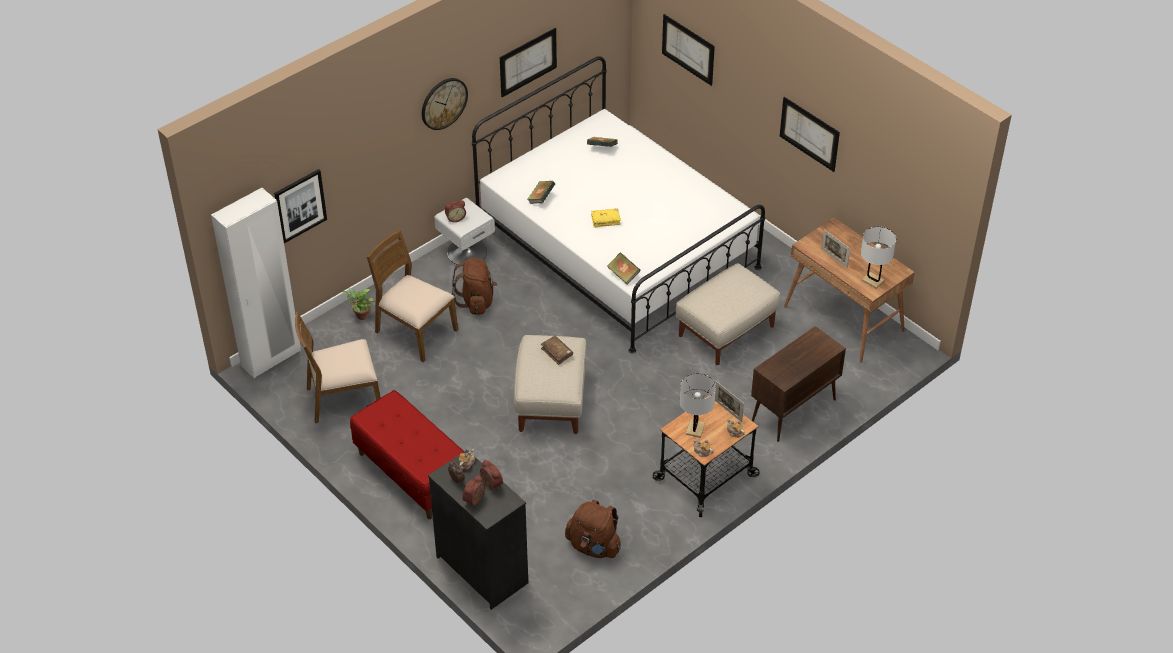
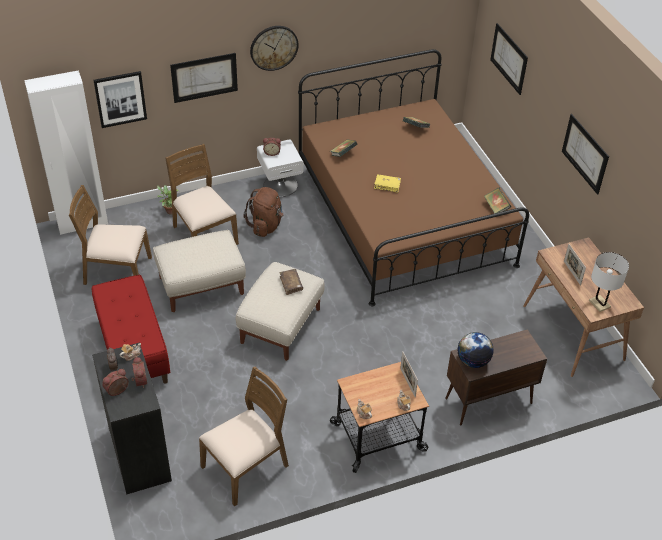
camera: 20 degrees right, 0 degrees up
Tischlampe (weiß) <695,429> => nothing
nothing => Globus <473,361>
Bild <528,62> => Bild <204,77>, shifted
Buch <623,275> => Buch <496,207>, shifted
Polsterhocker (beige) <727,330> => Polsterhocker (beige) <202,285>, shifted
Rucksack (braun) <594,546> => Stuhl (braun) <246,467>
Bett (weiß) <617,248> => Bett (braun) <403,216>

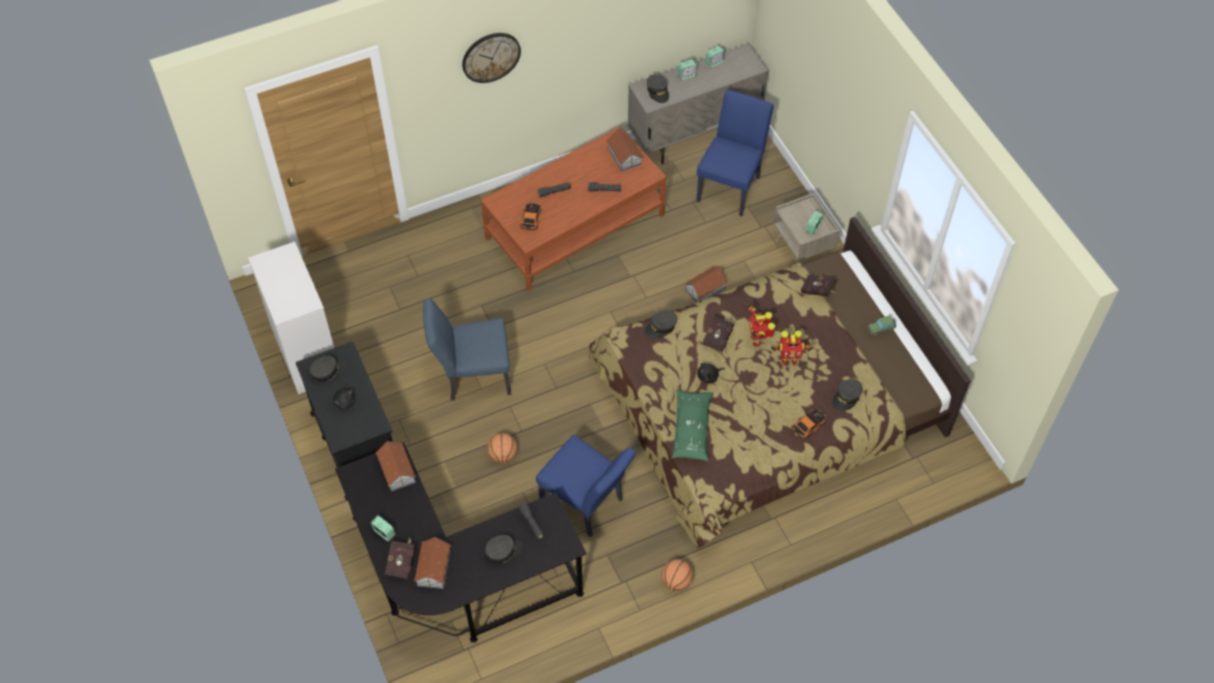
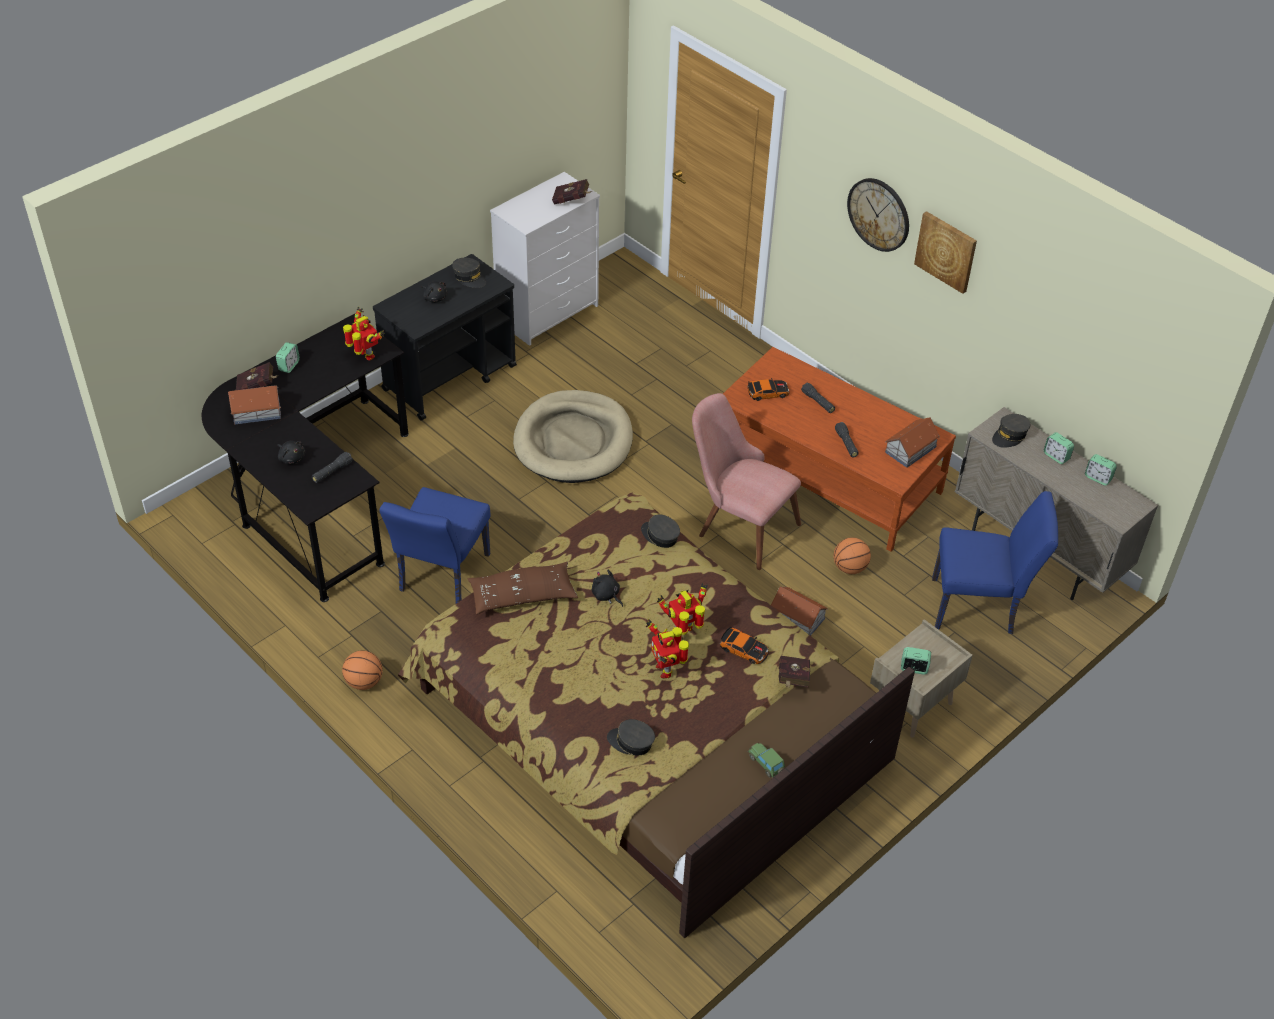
camera: 70 degrees right, 10 degrees down
nothing => Stuhl (rosa) <738,525>
nothing => Bild <946,251>
Basketball <503,455> => Basketball <849,568>, shifted
Buch (rot) <718,338> => Buch (rot) <572,200>, shifted
Spielzeugauto <808,425> => Spielzeugauto <744,649>, shifted
Spielzeughaus <397,471> => Spielzeugroboter <366,356>
Stuhl (blau) <472,376> => Hundebett (beige) <573,441>
Kappe (grau) <503,551> => Plüschtier (schwarz) <291,458>
Kissen (grün) <692,429> => Kissen (braun) <522,596>

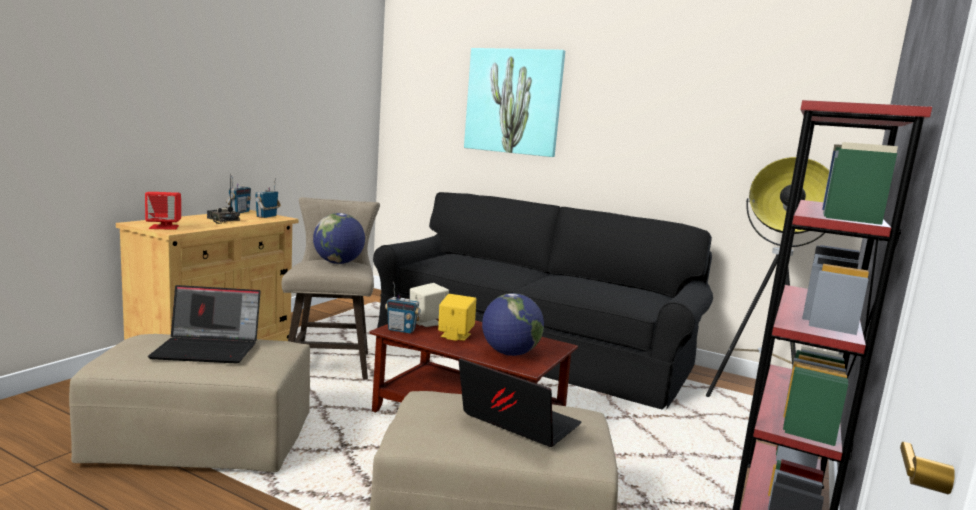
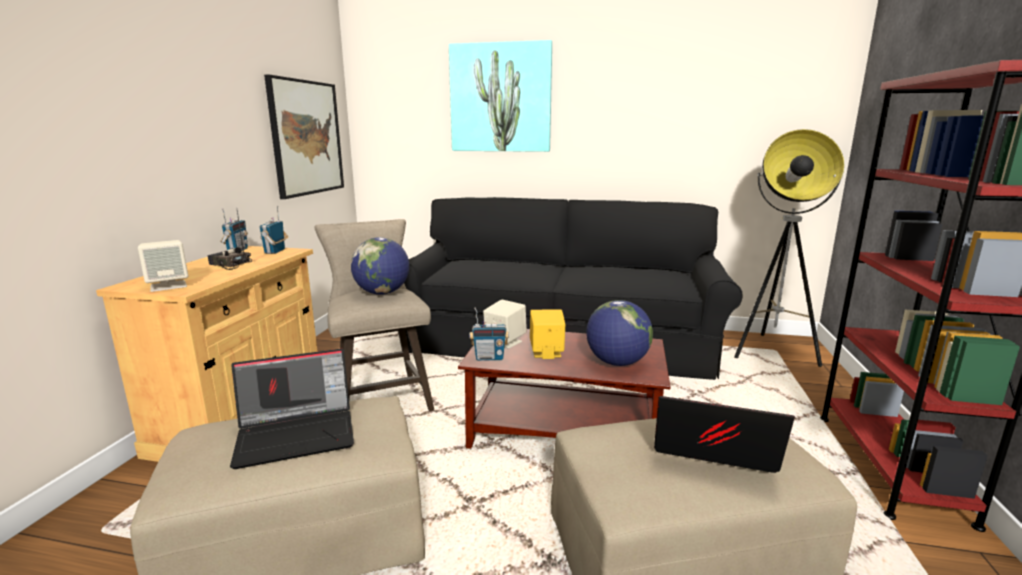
camera: 15 degrees left, 5 degrees up
nothing => Bild <306,138>
Lautsprecher (rot) <164,227> => Lautsprecher (beige) <169,286>

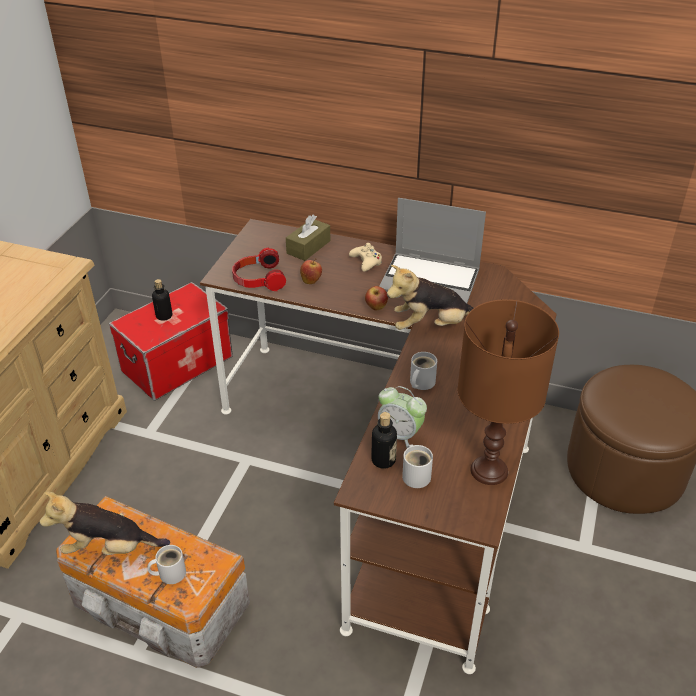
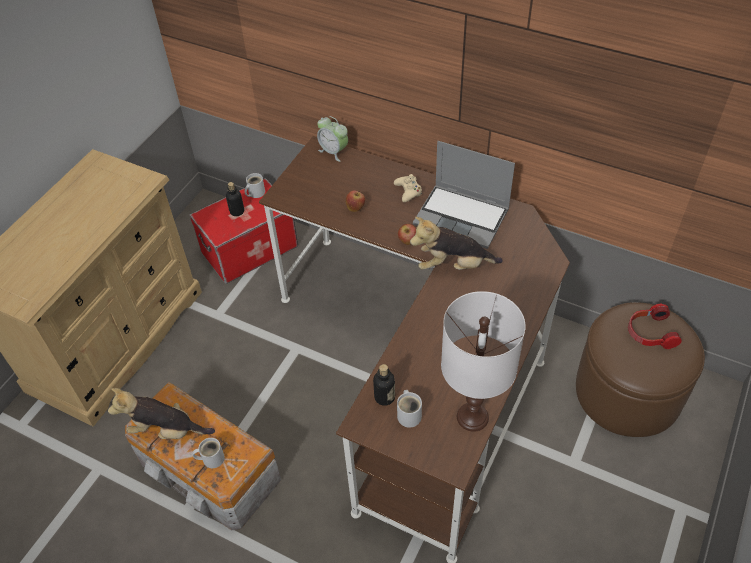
camera: 10 degrees right, 10 degrees up
Taschentuchbox (braun) <308,247> => nothing
Kopfhörer <258,279> => Kopfhörer <649,333>, shifted
Wecker <400,435> => Wecker <333,151>, shifted
Henkelbecher (weiß) <420,382> => Henkelbecher (weiß) <255,193>, shifted
Tischlampe (braun) <488,470> => Tischlampe (weiß) <472,416>

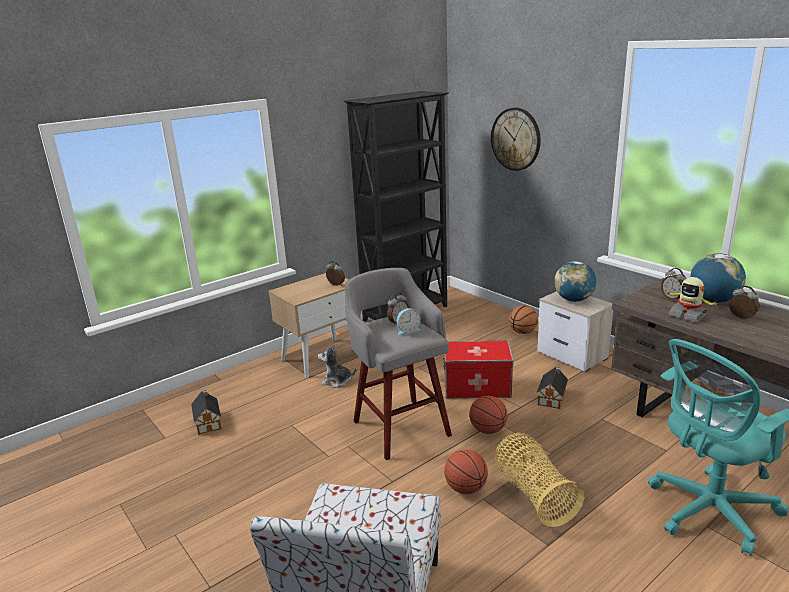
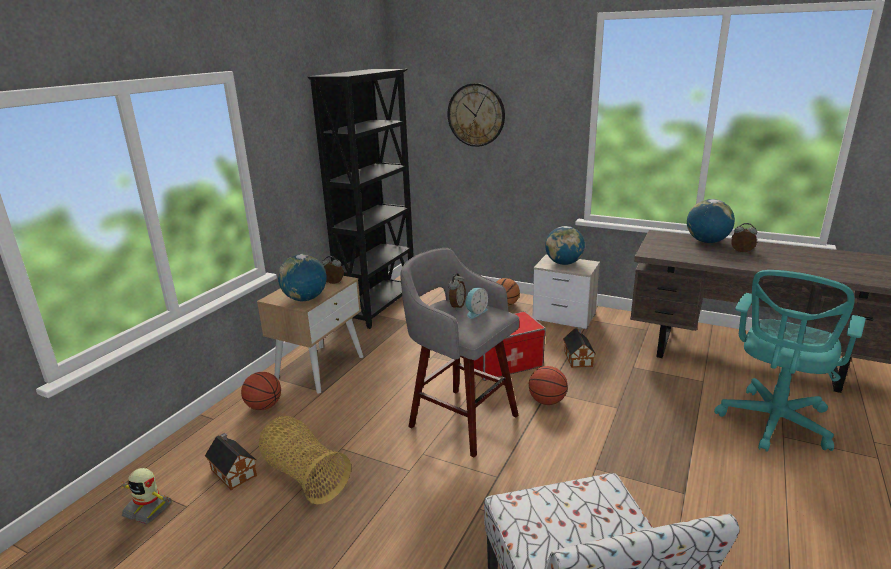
camera: 25 degrees left, 0 degrees up
Plüschtier <337,381> => nothing
Wecker <672,298> => nothing
nothing => Globus <305,299>
Basketball <465,488> => Basketball <264,406>, shifted
Korb <534,494> => Korb <304,475>, shifted
Spielzeugroboter <688,315> => Spielzeugroboter <148,509>, shifted

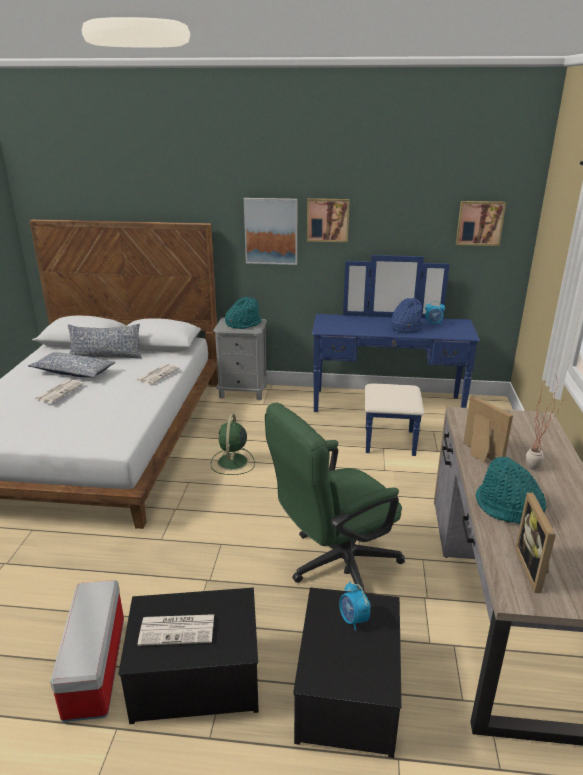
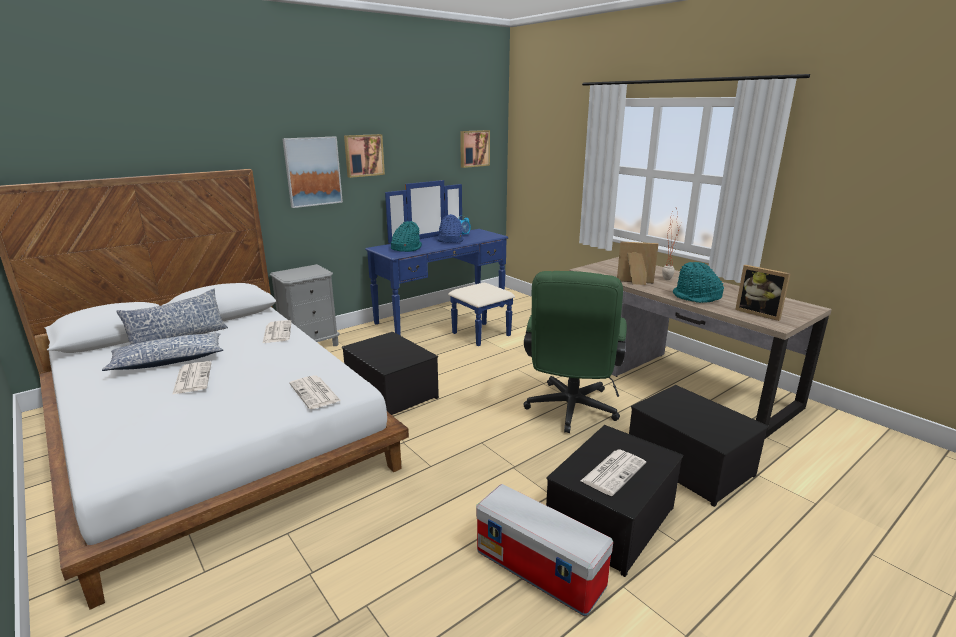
camera: 45 degrees left, 5 degrees down
Wecker <353,620> => nothing
nothing => Zeitung <315,393>
Hut (türkis) <243,324> => Hut (türkis) <406,248>, shifted
Ventilator (grün) <232,462> => Aufbewahrungsbox <393,392>

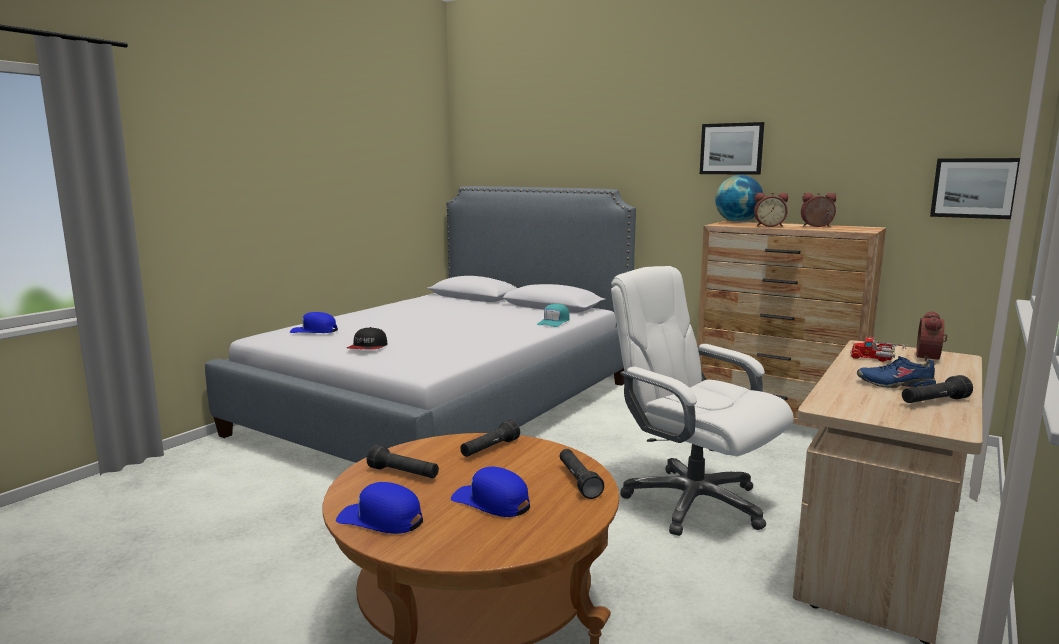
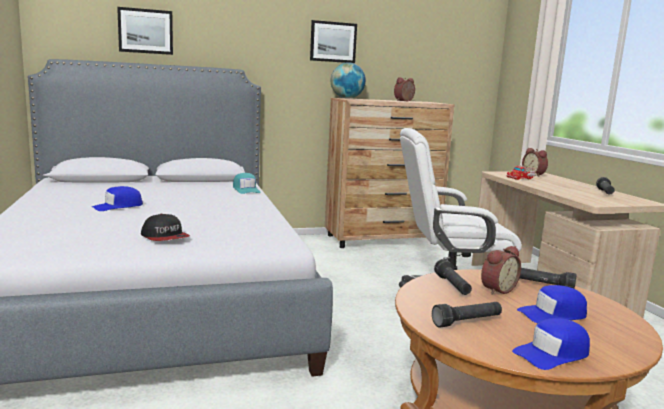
camera: 50 degrees left, 0 degrees up
Schuh (blau) <895,384> => nothing
Kappe (blau) <314,331> => Kappe (blau) <118,206>, shifted
Wecker <769,226> => Wecker <496,289>, shifted
Bild <975,188> => Bild <145,31>, shifted

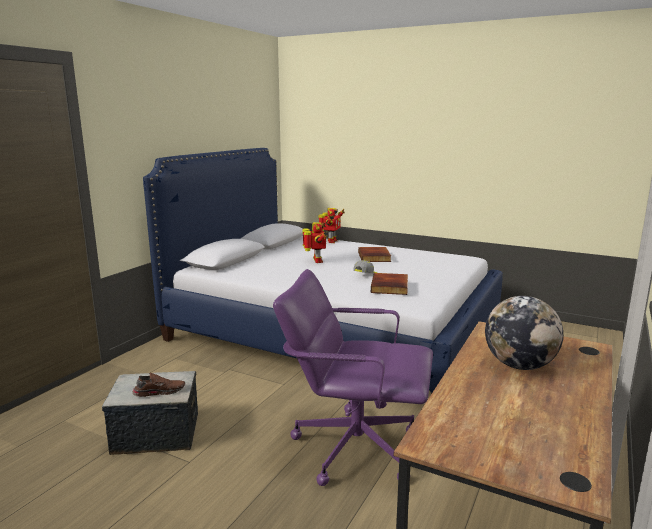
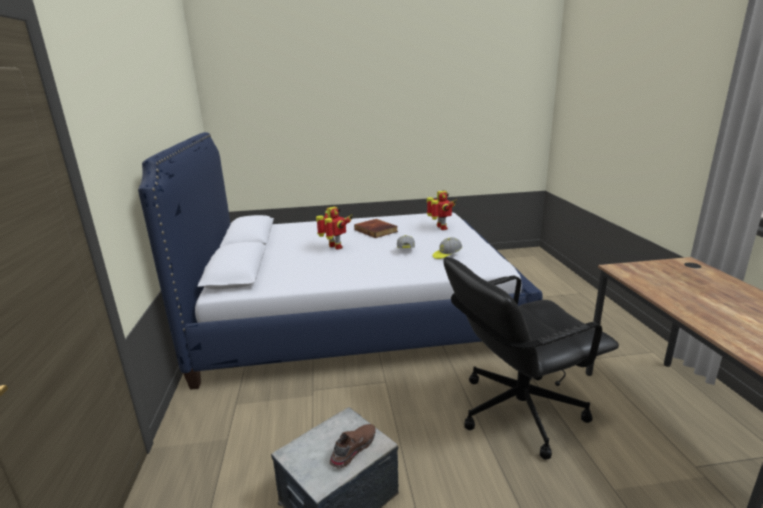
camera: 35 degrees left, 5 degrees up
Globus <519,365> => nothing
Spielzeugroboter <331,241> => Spielzeugroboter <441,228>, shifted
Buch <390,287> => Kappe <447,255>
Bürostuhl (lila) <354,446> => Bürostuhl (schwarz) <518,410>

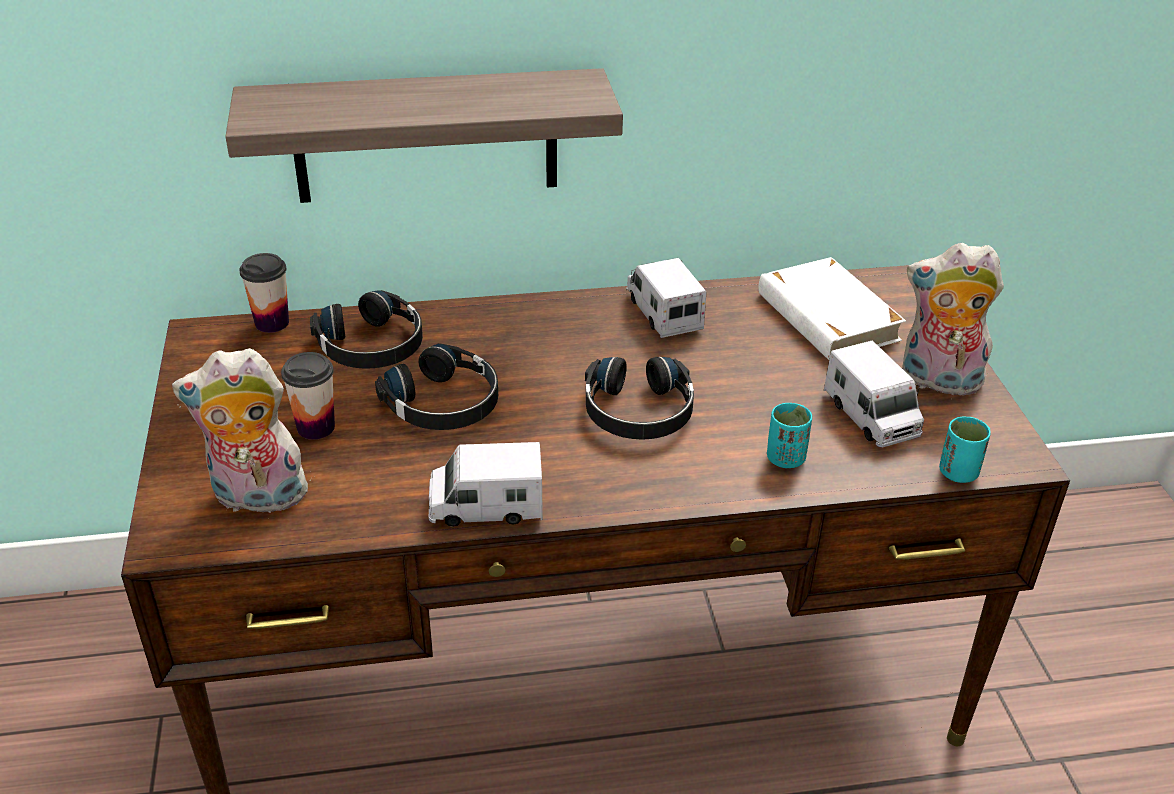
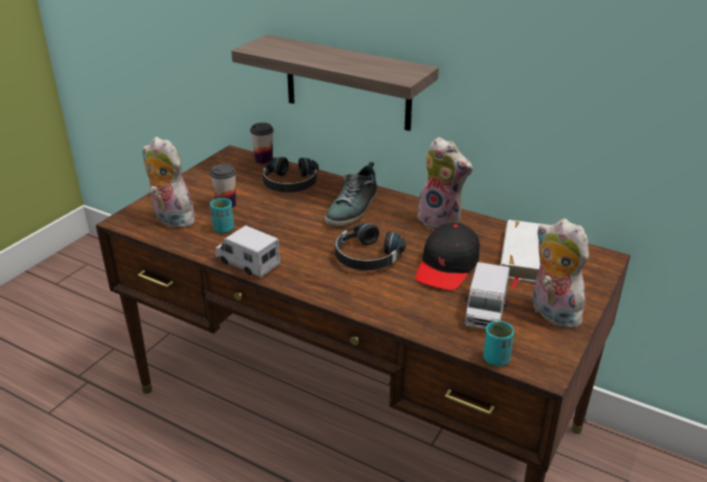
camera: 40 degrees right, 5 degrees down
Kopfhörer (schwarz) <444,403> => nothing
nothing => Schuh <353,209>
nothing => Kappe (schwarz) <447,266>
Tasse (türkis) <785,458> => Tasse (türkis) <223,229>, shifted
Spielzeuglaster <663,313> => Plüschtier <442,221>

